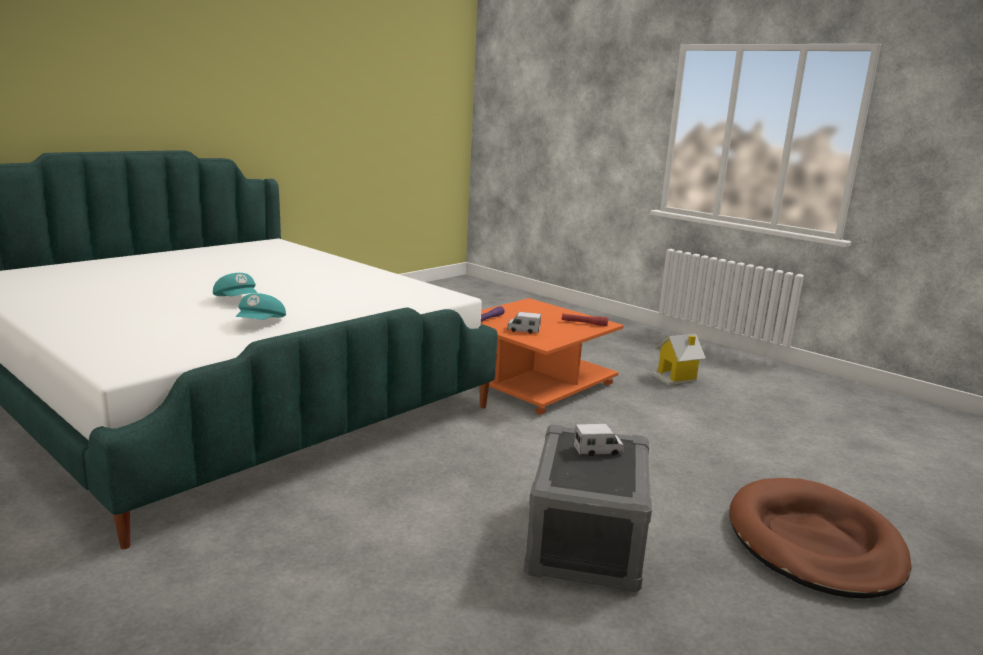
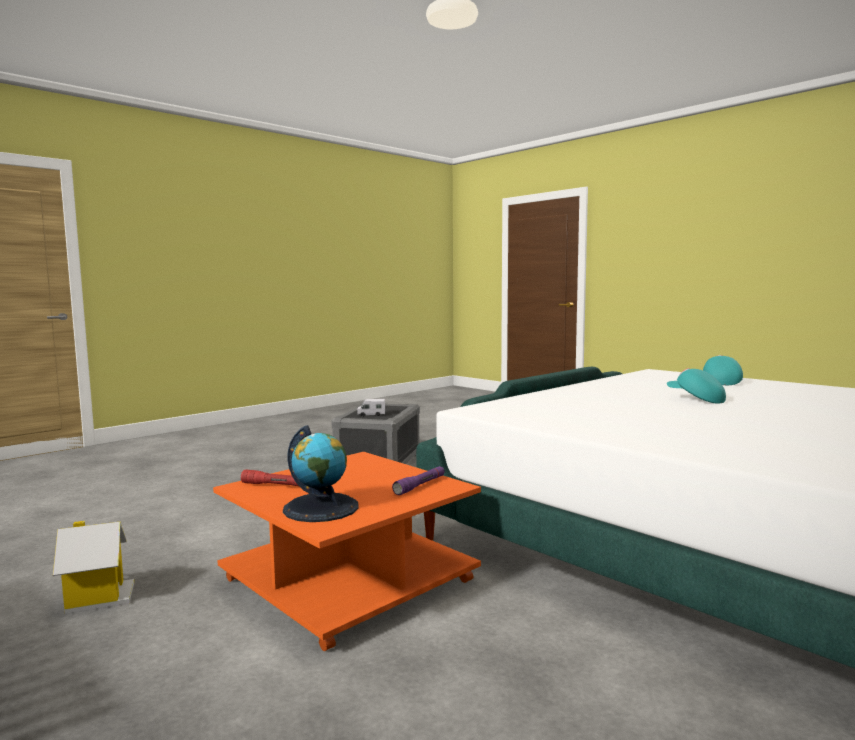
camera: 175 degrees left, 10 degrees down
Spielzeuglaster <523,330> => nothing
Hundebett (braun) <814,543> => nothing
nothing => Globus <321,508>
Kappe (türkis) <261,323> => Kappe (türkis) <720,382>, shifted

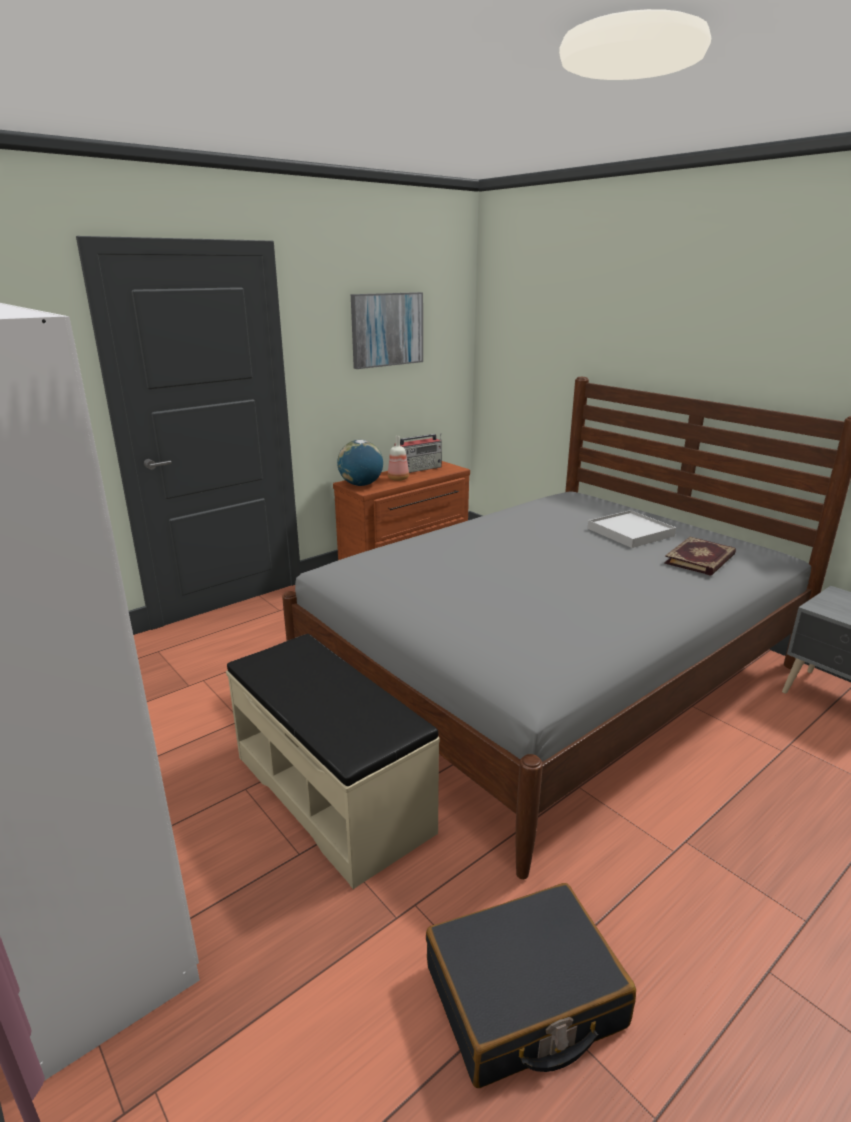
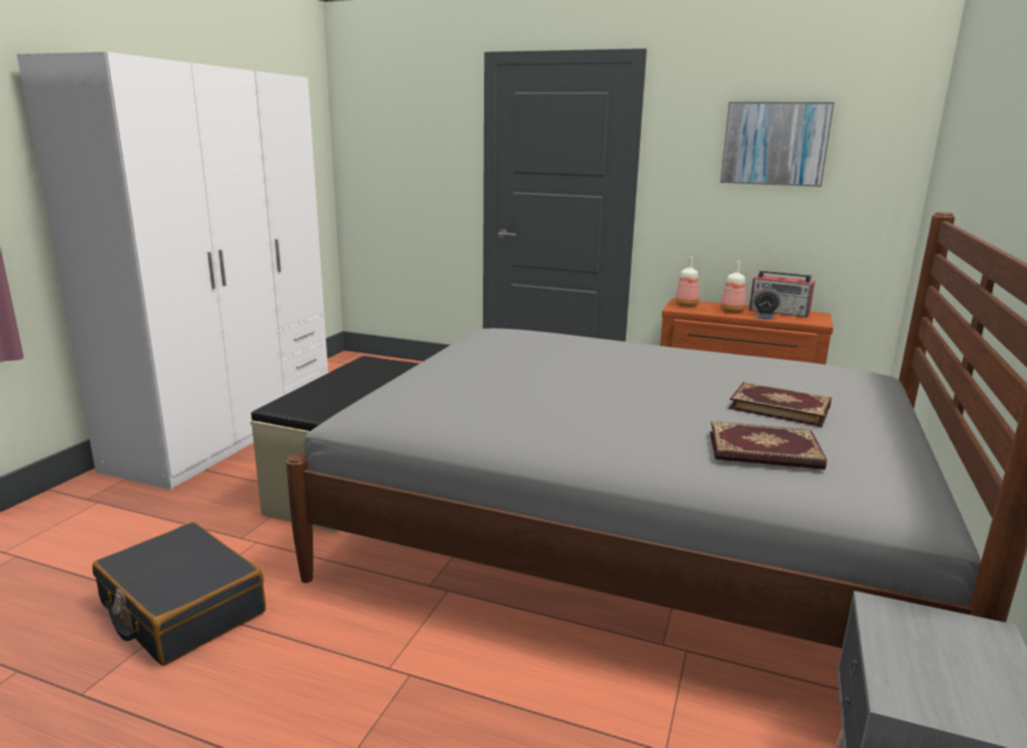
camera: 60 degrees right, 5 degrees down
nothing => Wecker <764,317>
Globus <361,485> => Flasche <686,305>
Tablett (weiß) <630,532> => Buch <780,407>

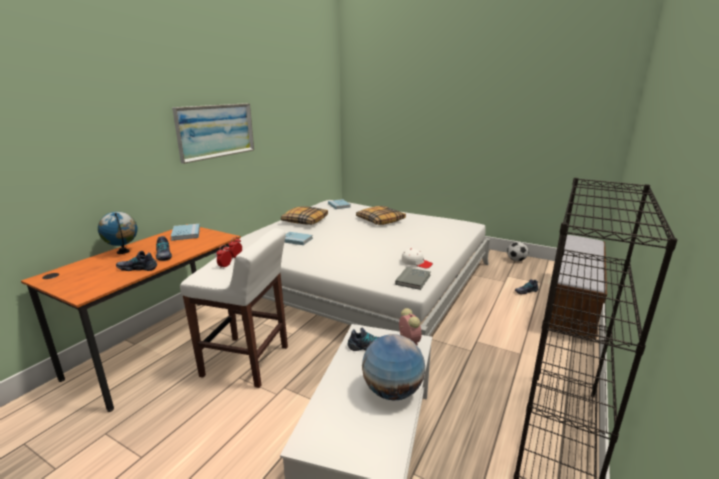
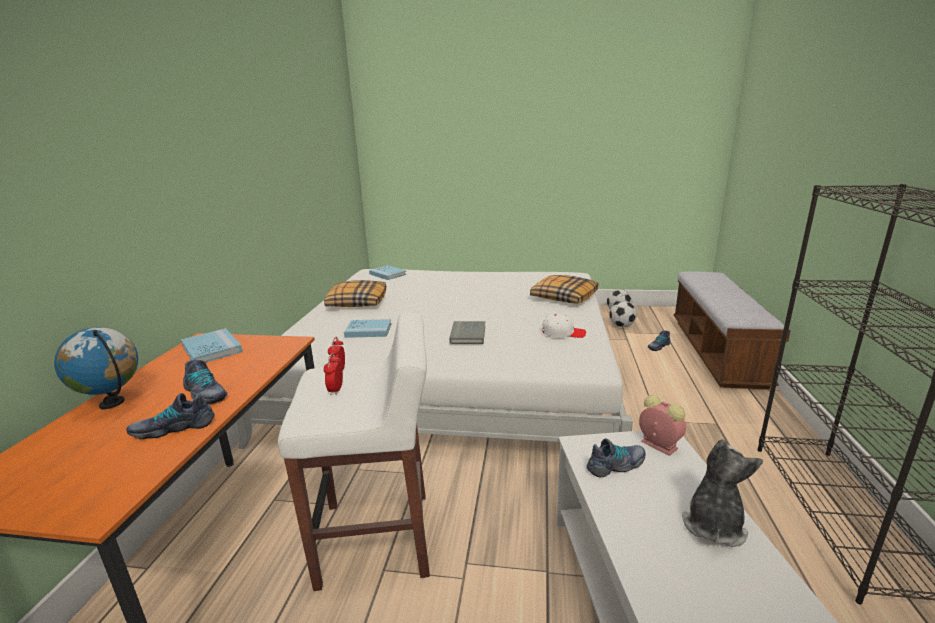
camera: 20 degrees left, 0 degrees up
Bild <216,131> => nothing
nothing => Fußball <622,326>
Kissen <380,220> => Kissen <563,297>, shifted
Buch (grau) <413,280> => Buch (grau) <468,334>, shifted
Globus <392,391> => Plüschtier <713,524>

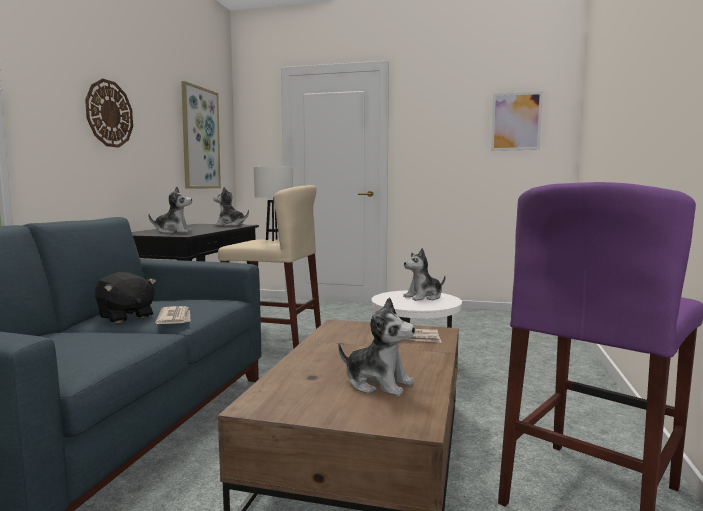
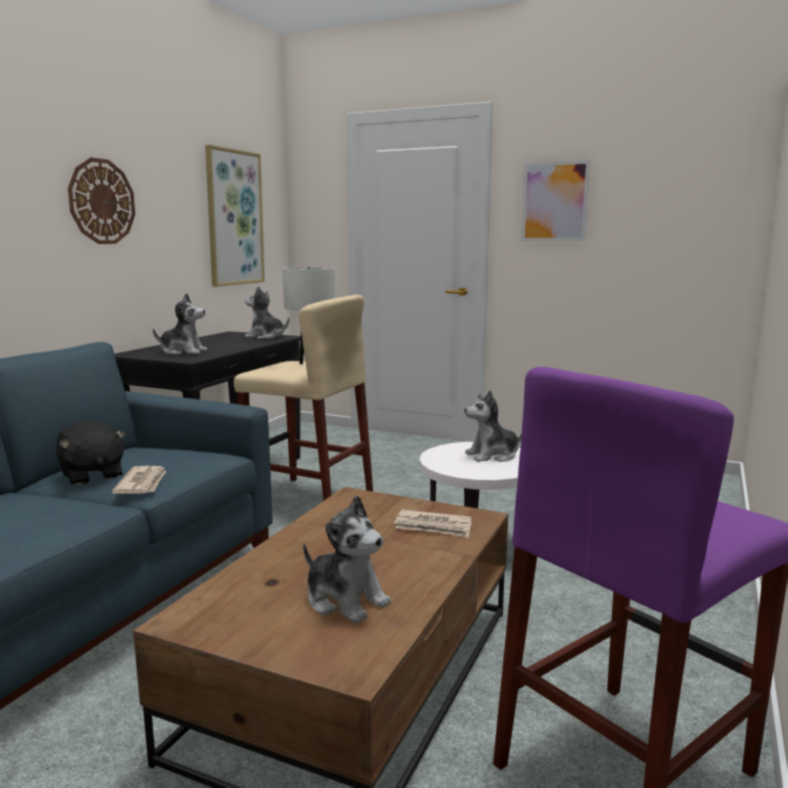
camera: 10 degrees right, 5 degrees up
Bild <516,121> => Bild <554,202>, shifted

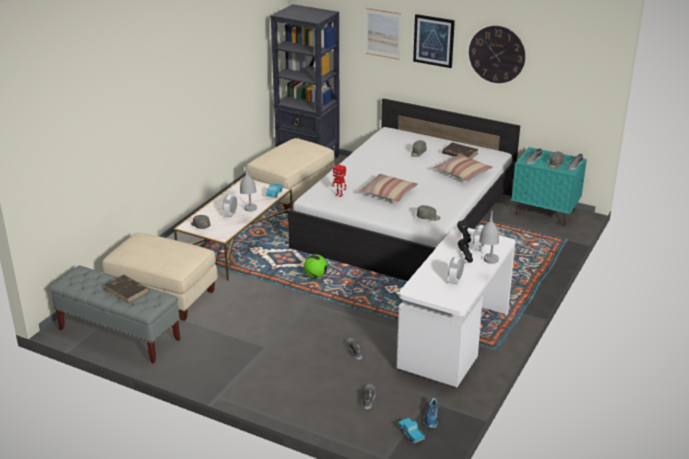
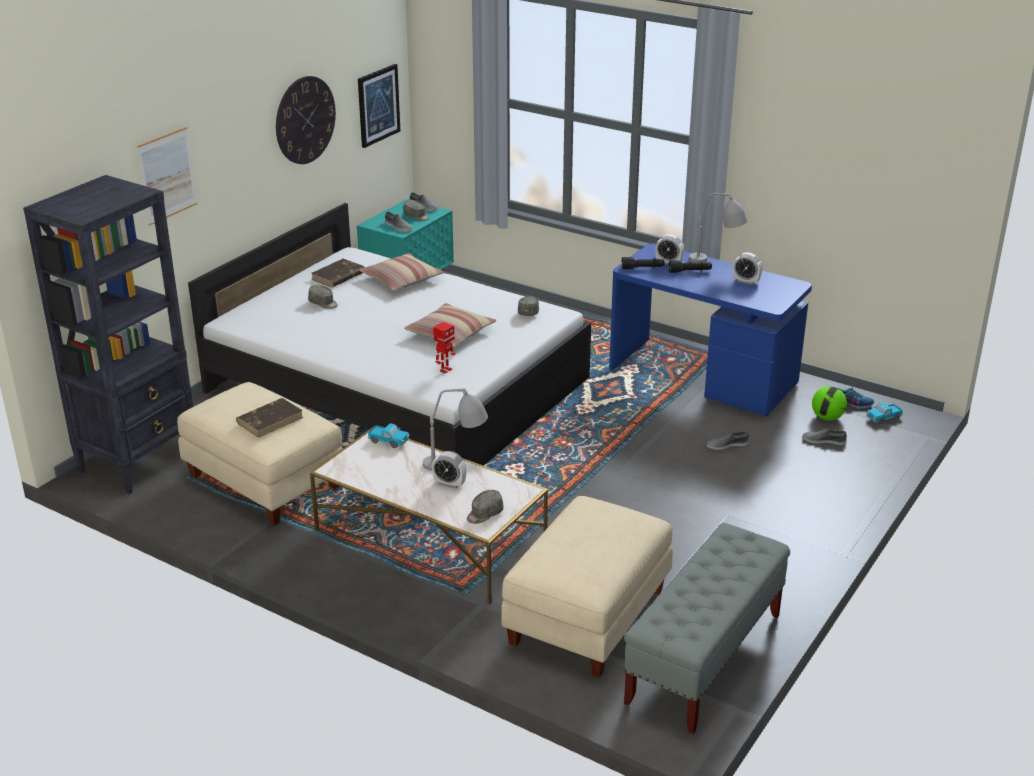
camera: 85 degrees left, 0 degrees up
Buch (braun) <127,291> => Buch (braun) <270,420>, shifted
Fußball <315,276> => Fußball <827,418>, shifted
Bild <434,40> => Bild <378,105>, shifted
Schreibtisch (weiß) <454,341> => Schreibtisch (blau) <704,377>

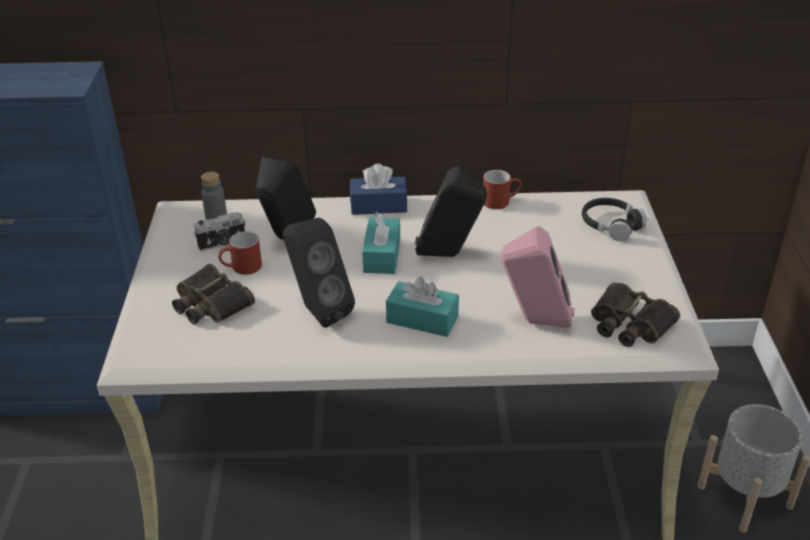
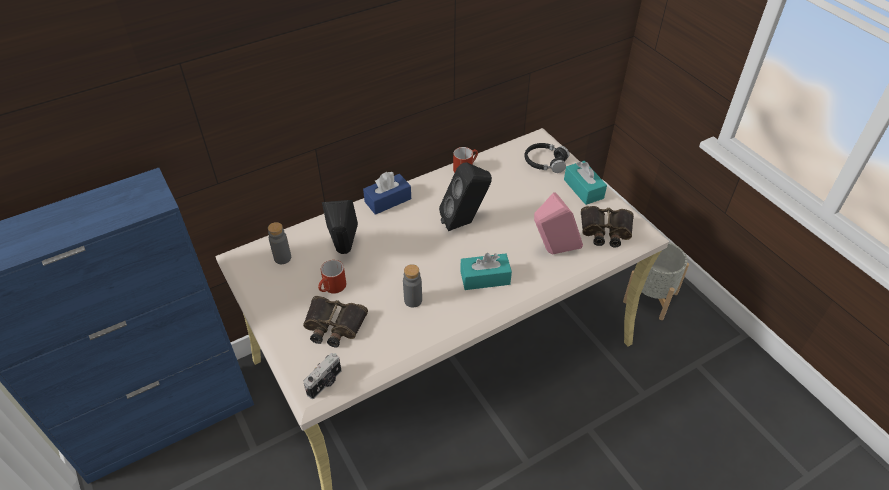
camera: 30 degrees left, 10 degrees up
Kamera <222,244> => Kamera <325,383>, shifted
Taschentuchbox (türkis) <382,256> => Taschentuchbox (türkis) <583,189>, shifted
Lautsprecher (schwarz) <317,311> => Flasche (grau) <413,300>

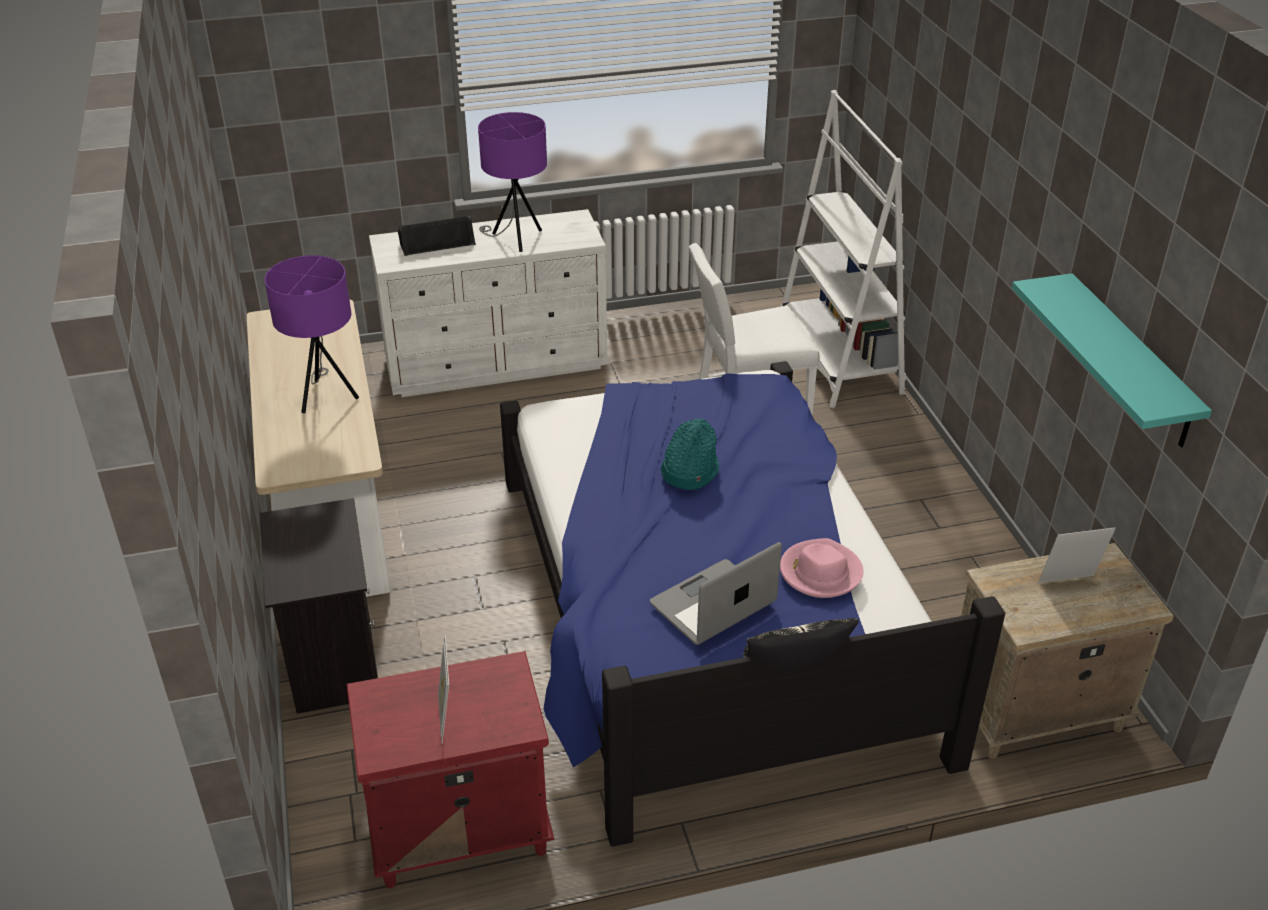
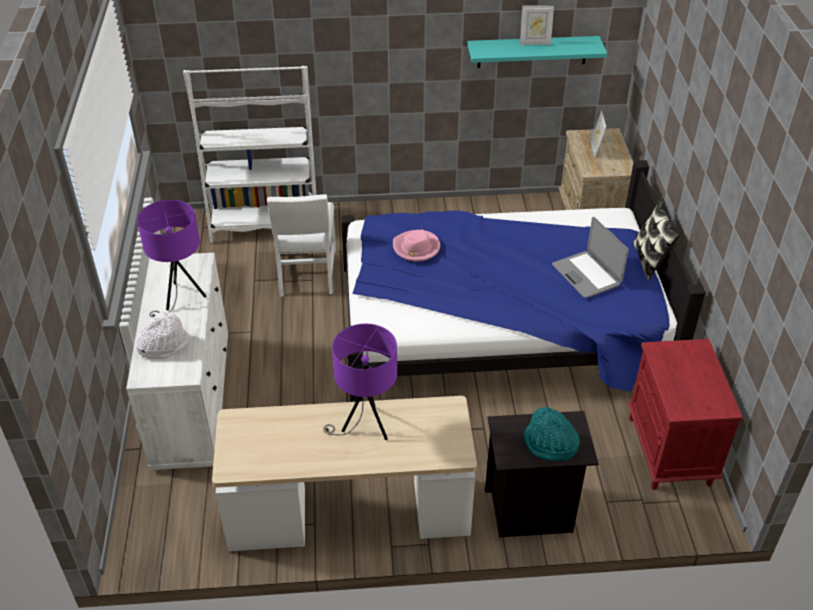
camera: 80 degrees left, 5 degrees up
Bilderrahmen <447,717> => Bilderrahmen <535,43>, shifted
Hut (türkis) <689,470> => Hut (türkis) <549,444>, shifted
Hut (rosa) <820,572> => Hut (rosa) <416,248>, shifted
Lautsprecher (schwarz) <437,242> => Hut (weiß) <163,345>

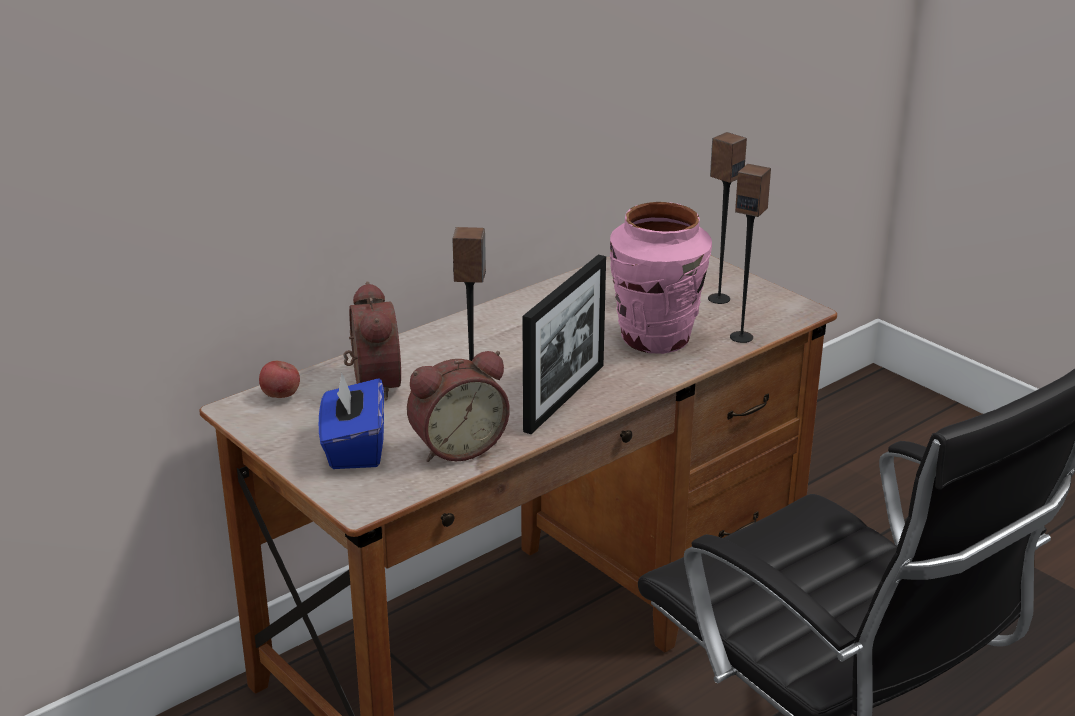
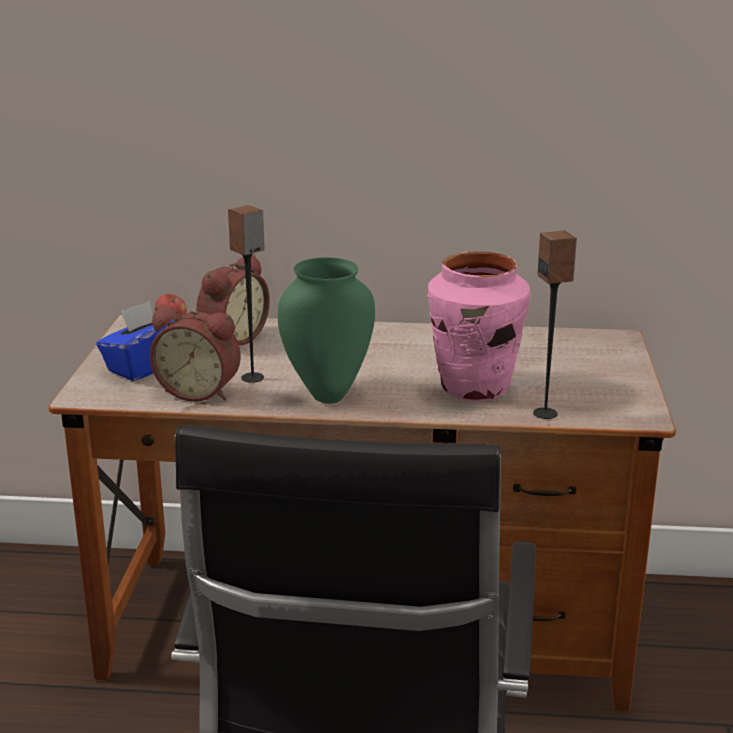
camera: 45 degrees right, 5 degrees down
Lautsprecher <718,298> => nothing
Bilderrahmen <564,397> => Vase (grün) <327,395>

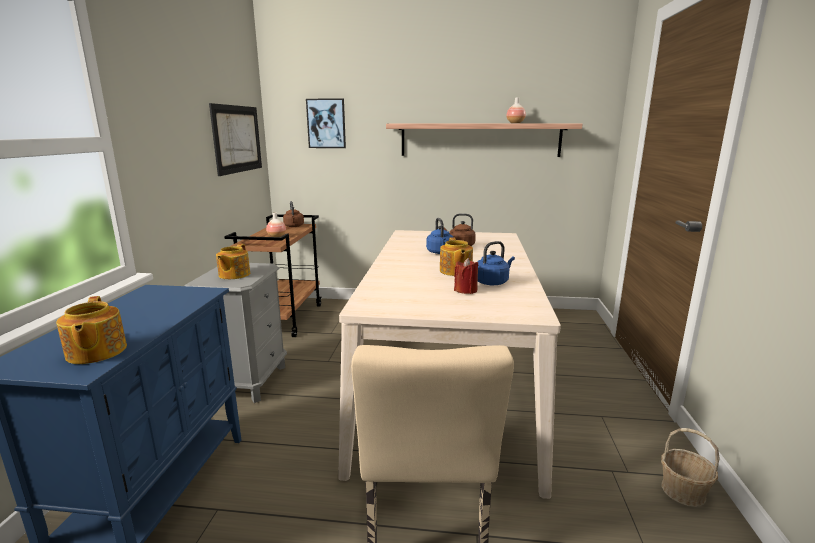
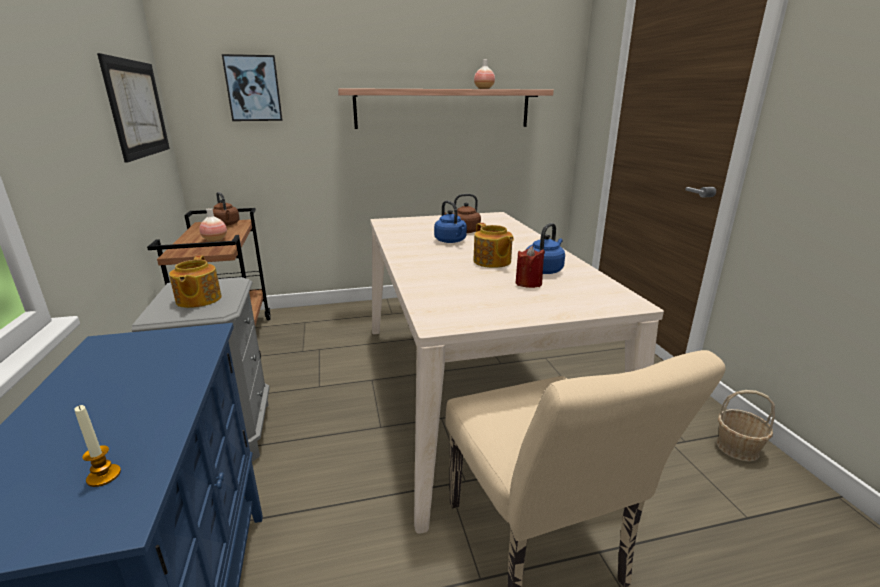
camera: 20 degrees left, 5 degrees up
Teekanne <95,352> => Kerze <104,476>

